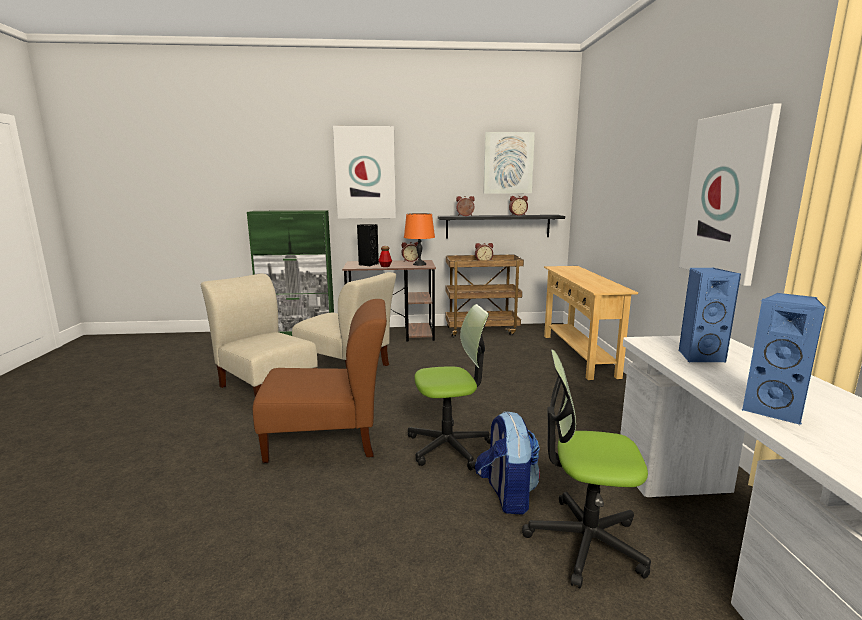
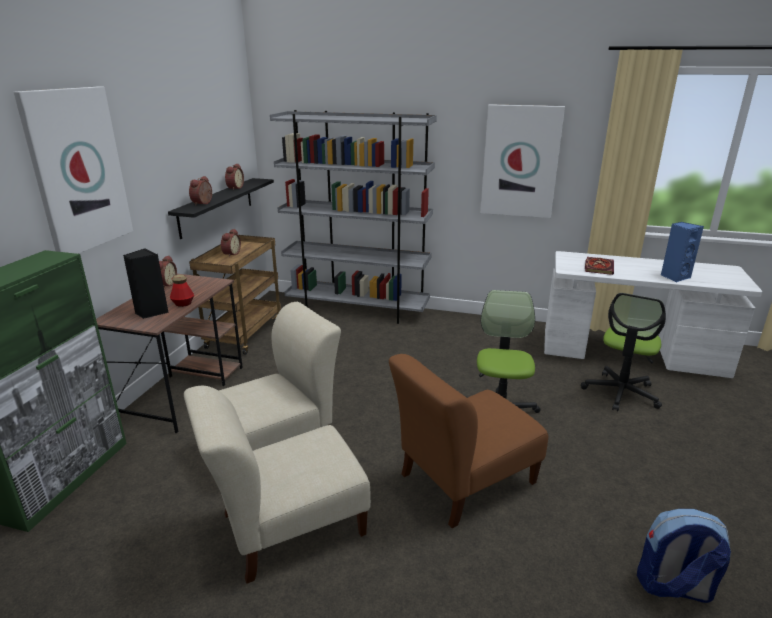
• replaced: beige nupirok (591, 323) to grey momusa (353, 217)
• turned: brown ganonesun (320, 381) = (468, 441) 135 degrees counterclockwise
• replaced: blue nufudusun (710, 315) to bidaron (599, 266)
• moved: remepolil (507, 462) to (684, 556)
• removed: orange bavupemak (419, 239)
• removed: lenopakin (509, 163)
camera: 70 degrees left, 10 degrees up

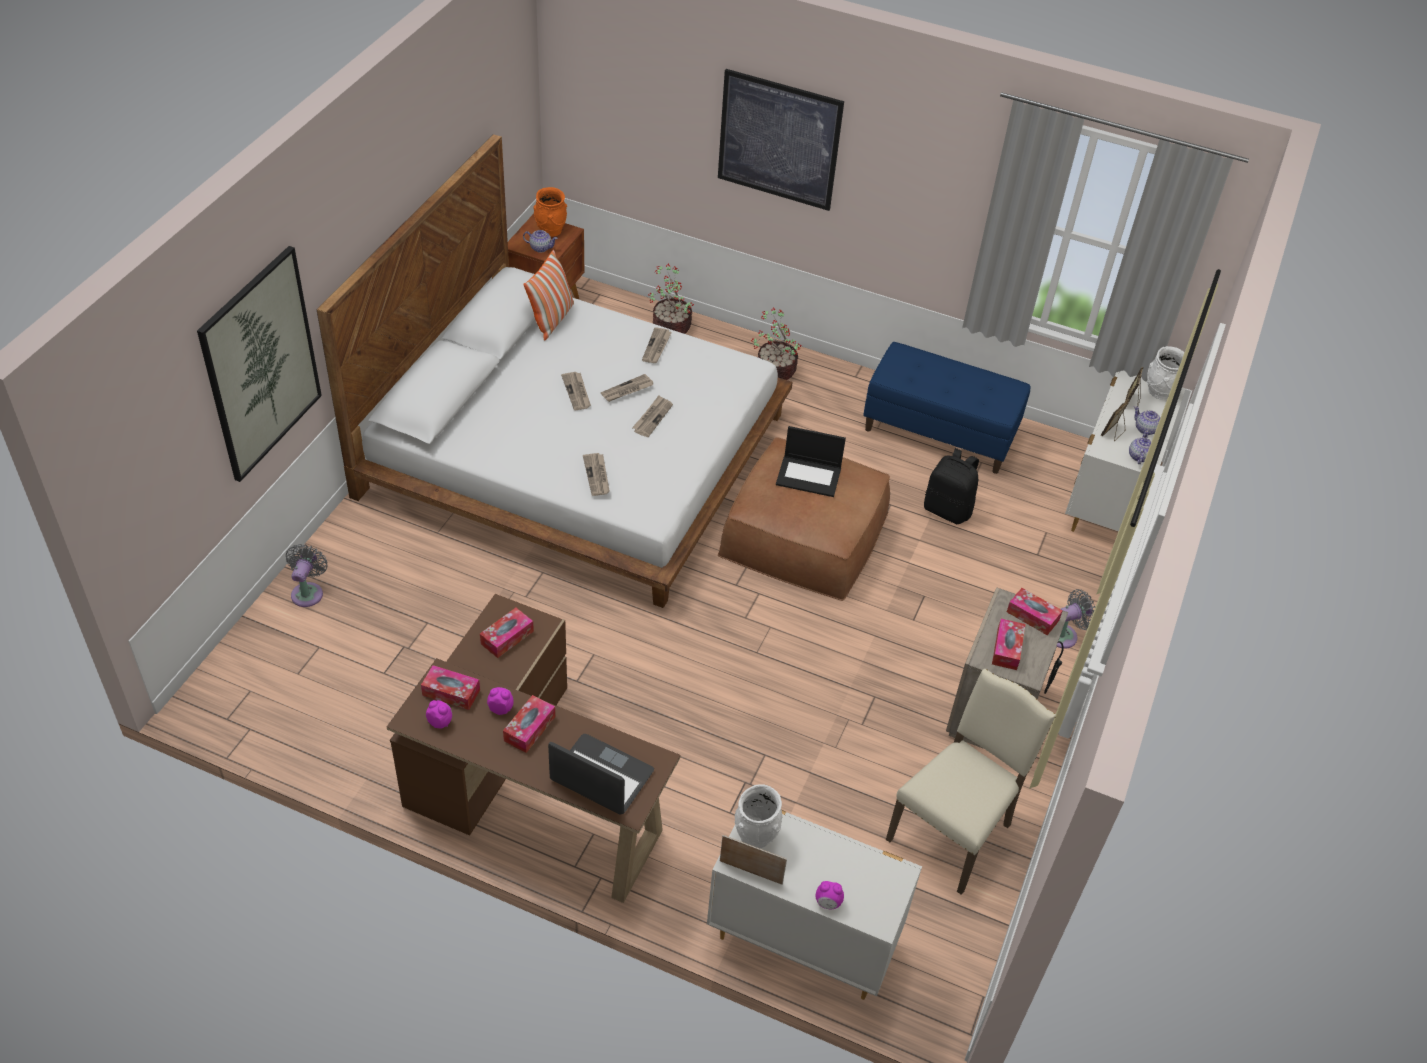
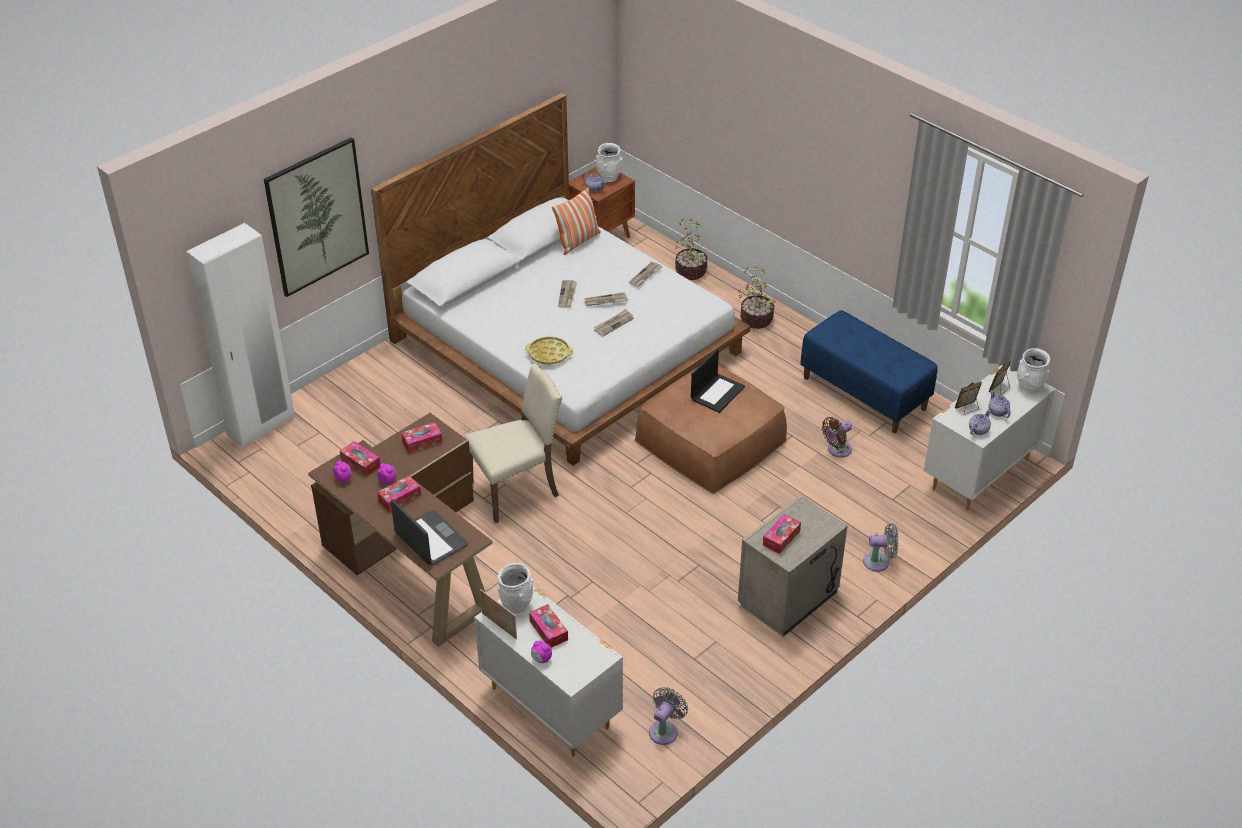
• added: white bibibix (240, 335)
• moved: beige ganonesun (971, 782) to (513, 443)
• replaced: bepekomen (596, 474) to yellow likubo (549, 350)
• moved: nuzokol (1035, 611) to (548, 626)
• recoloured: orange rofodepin (550, 212) to white rofodepin (609, 162)
• moved: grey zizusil (306, 575) to (668, 716)
• turned: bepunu (811, 461) = (718, 381) 90 degrees counterclockwise
• replaced: black remepolil (951, 486) to brown zizusil (837, 437)
• removed: lenopakin (781, 140)
camera: 25 degrees right, 5 degrees down

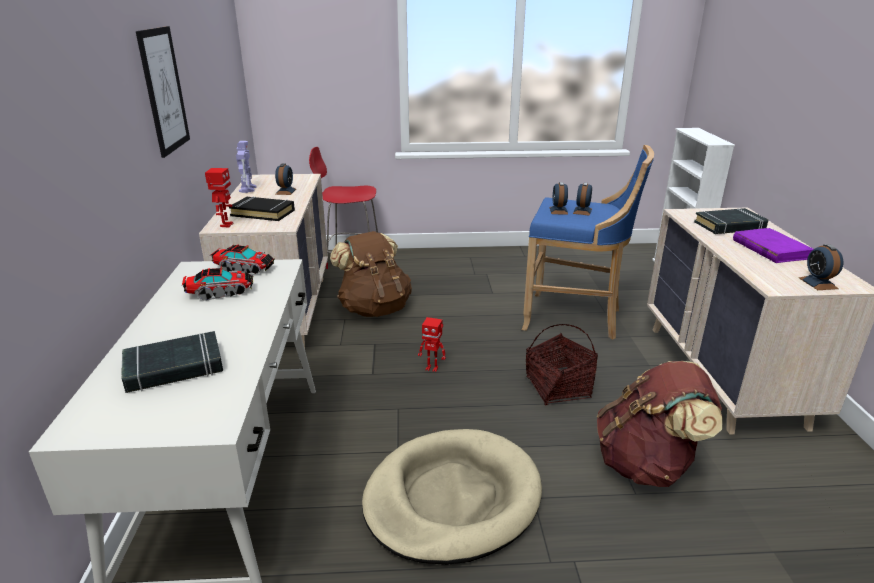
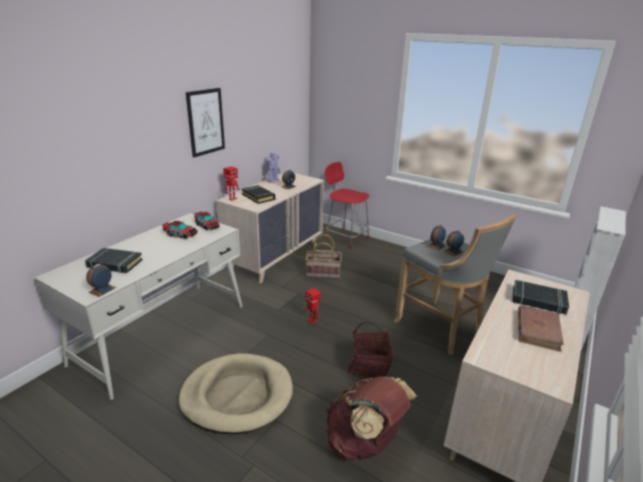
• moved: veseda (821, 267) to (101, 280)
• replaced: brown remepolil (371, 274) to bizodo (323, 256)
• recoloured: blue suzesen (588, 242) to grey suzesen (455, 284)
• recoloured: purple bidaron (773, 245) to brown bidaron (541, 329)
camera: 35 degrees right, 0 degrees up

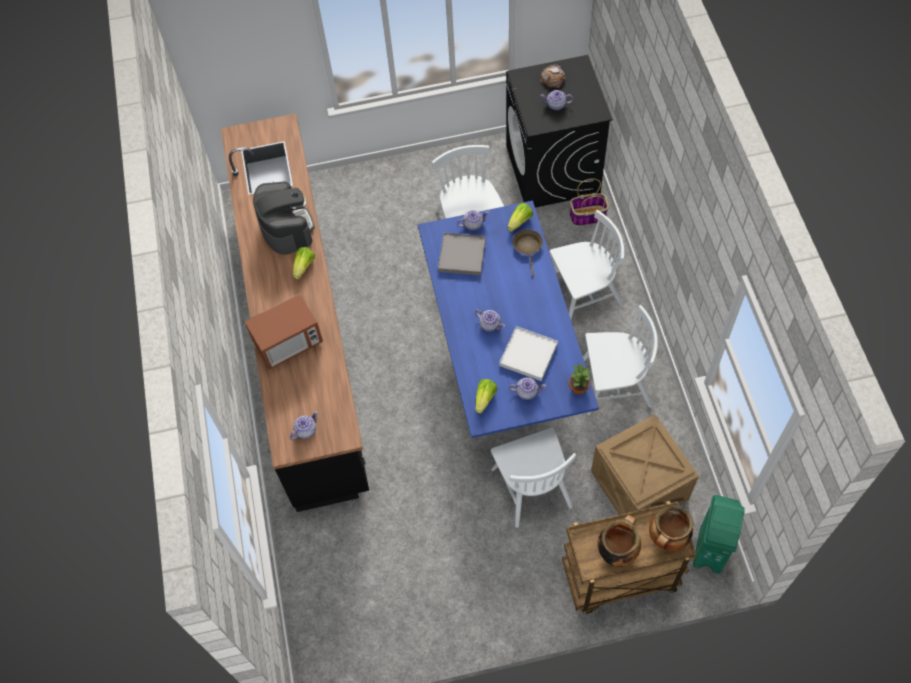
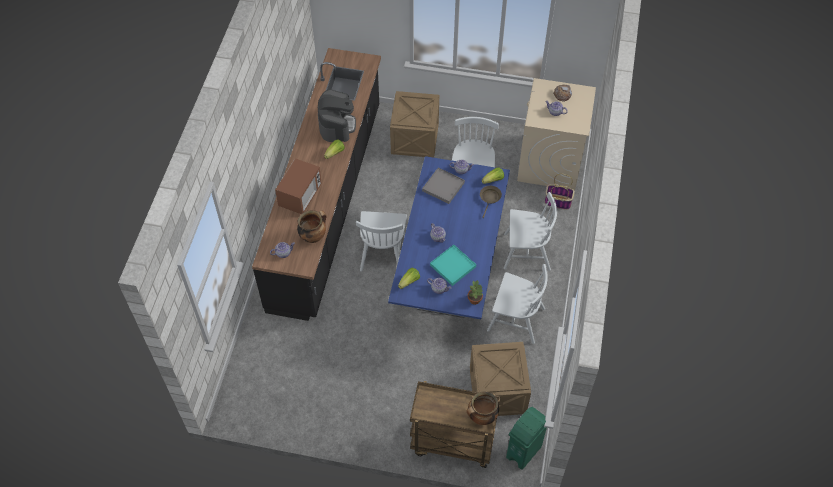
• turned: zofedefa (283, 331) = (298, 186) 60 degrees counterclockwise
• moved: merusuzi (619, 540) to (312, 226)
• moved: white ganonesun (533, 477) to (381, 241)
• added: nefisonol (414, 124)
• recoloured: white likubo (528, 353) to turquoise likubo (453, 265)
• recoloured: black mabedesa (559, 131) to beige mabedesa (556, 134)
camera: 20 degrees right, 5 degrees down

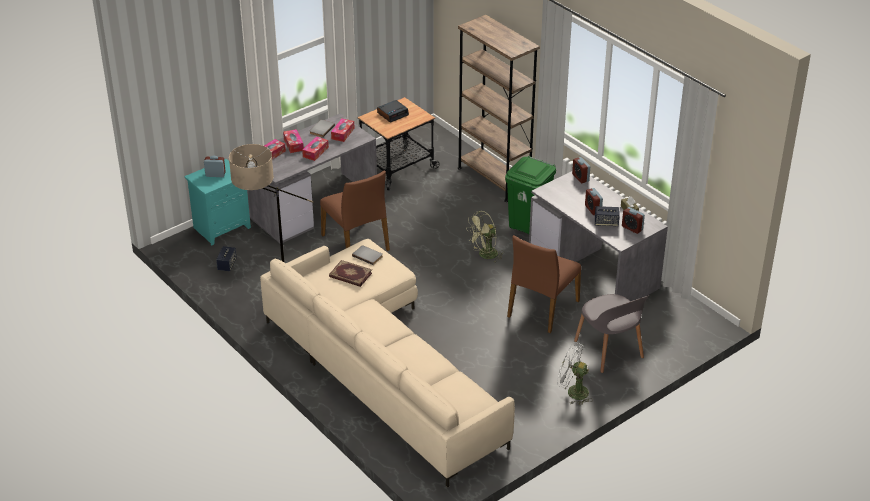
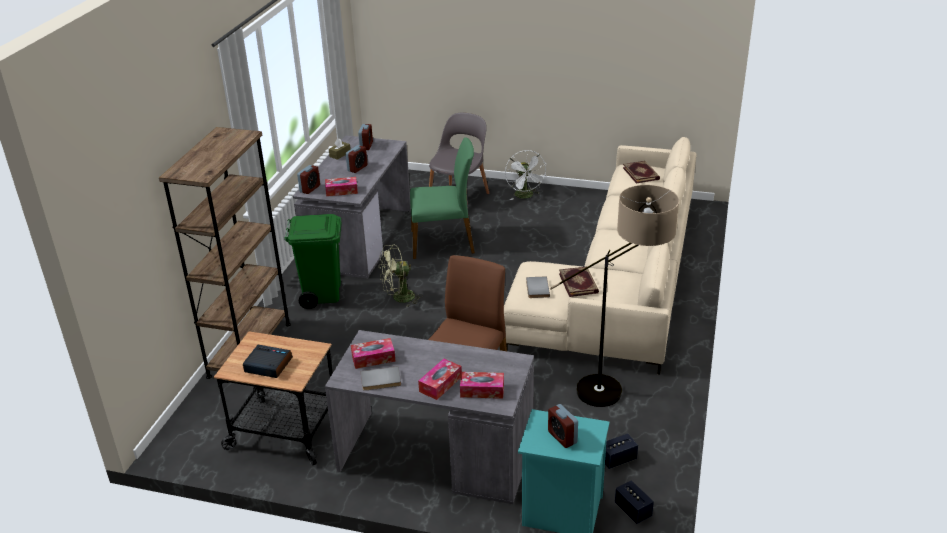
• moved: nuzokol (315, 148) to (341, 186)
• turned: green zizusil (484, 237) = (401, 276) 135 degrees clockwise
• recoloured: brown ganonesun (544, 284) to green ganonesun (442, 198)
• moved: nufudusun (607, 216) to (634, 502)
• added: bidaron (641, 172)
camera: 125 degrees left, 5 degrees down

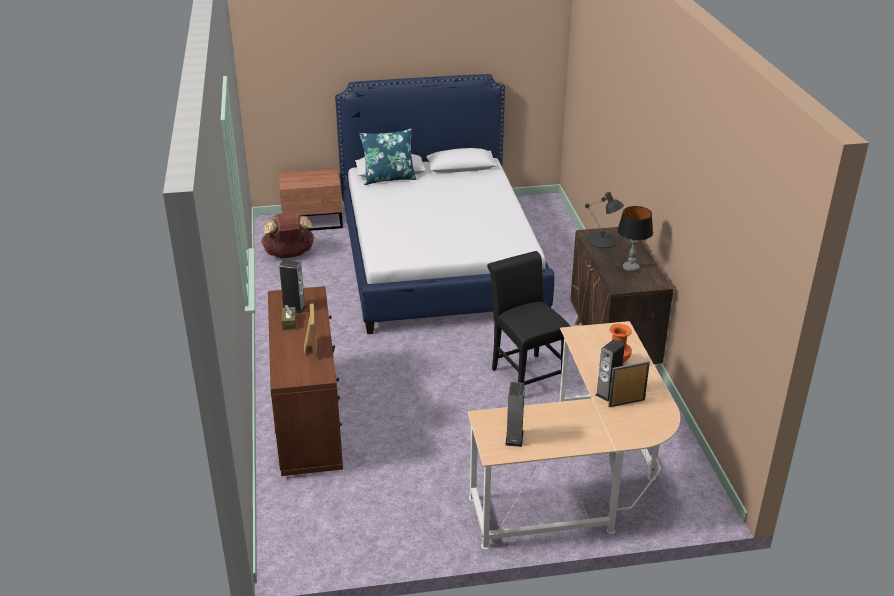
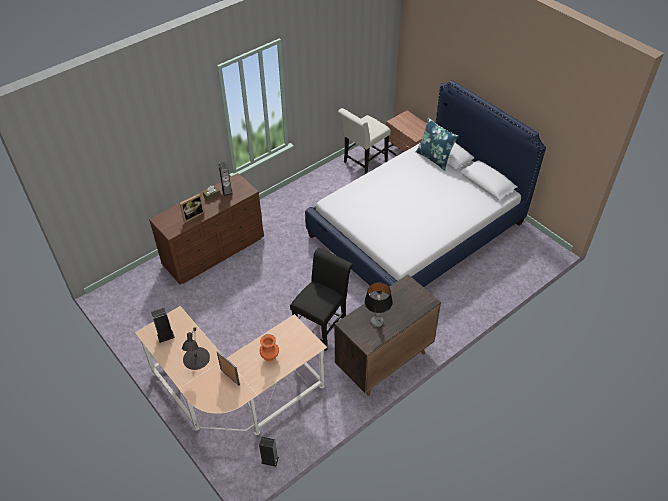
• moved: black bavupemak (604, 220) to (196, 348)
• moved: nufudusun (610, 370) to (269, 452)
• replaced: brown remepolil (287, 235) to white ganonesun (364, 141)
camera: 60 degrees right, 15 degrees up

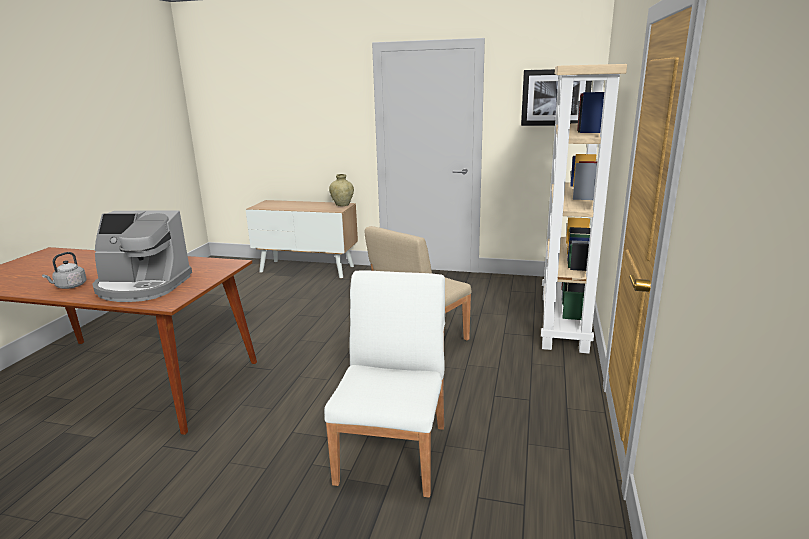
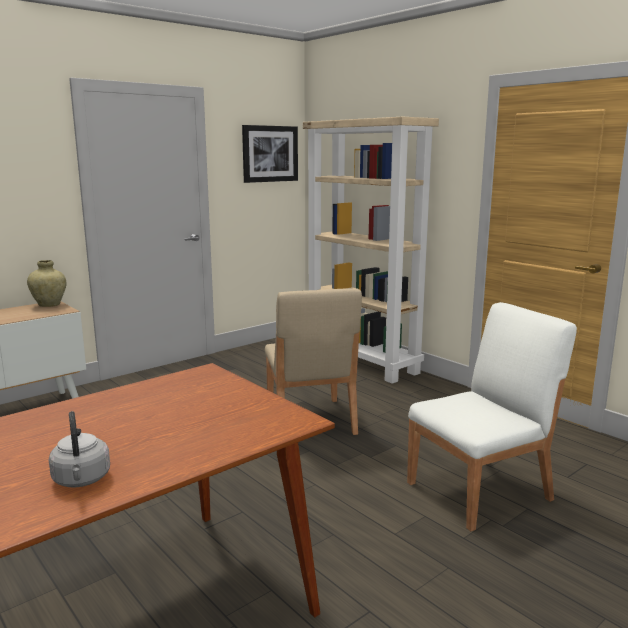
• turned: white ganonesun (384, 384) = (492, 416) 105 degrees clockwise
• removed: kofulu (142, 256)
camera: 55 degrees left, 5 degrees down

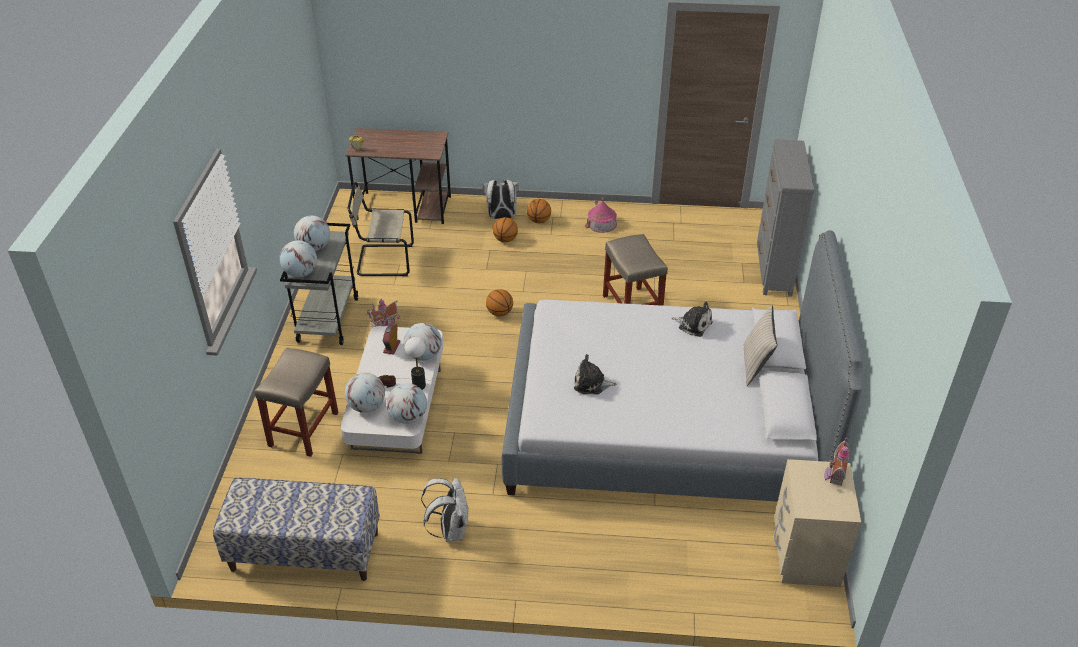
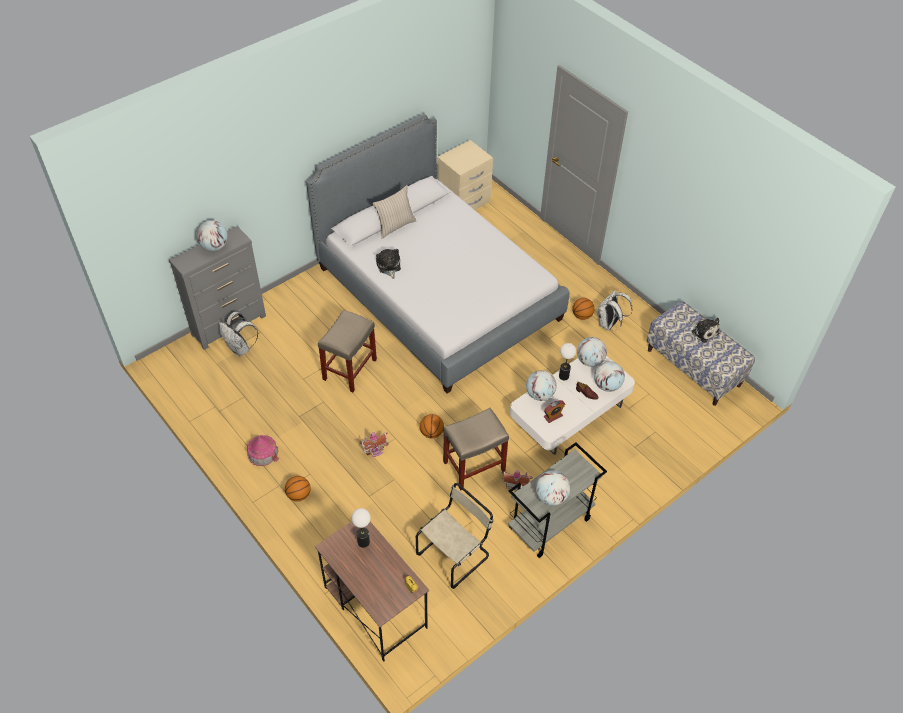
• moved: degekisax (298, 258) to (212, 235)
• moved: white remepolil (501, 199) to (238, 334)
• added: bavupemak (360, 528)
• moved: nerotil (836, 461) to (374, 444)
• turned: beige ganonesun (381, 229) = (454, 536) 90 degrees counterclockwise
• moved: beige suzesen (296, 402) to (476, 449)
• moved: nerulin (505, 229) to (583, 309)
• moved: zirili (595, 374) to (705, 330)
camera: 135 degrees left, 10 degrees up

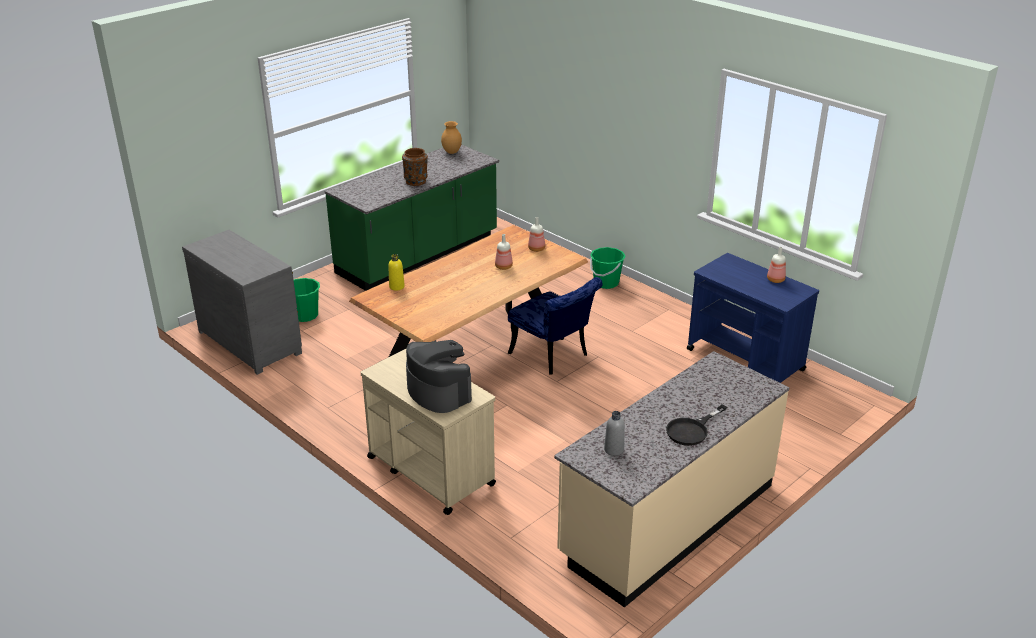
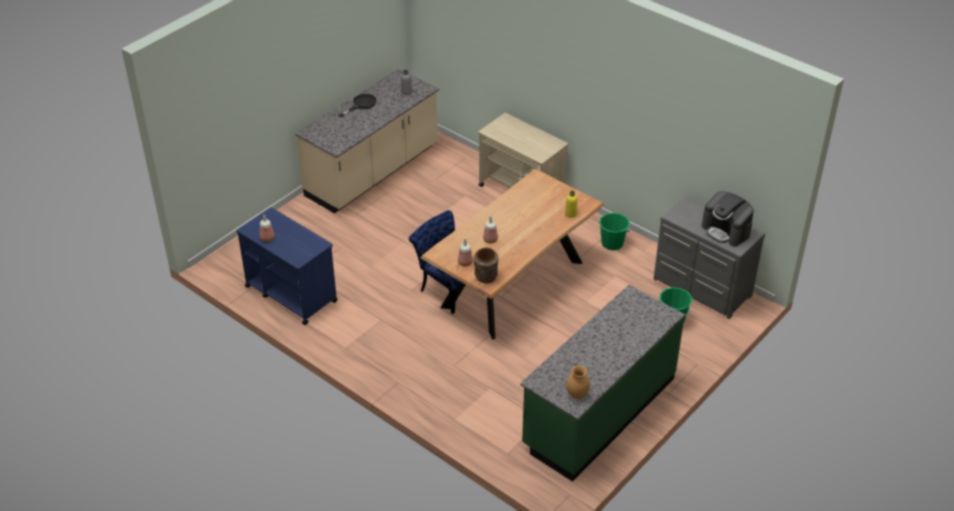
• moved: brown rofodepin (415, 167) to (486, 266)
• moved: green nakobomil (607, 268) to (614, 232)
• moved: kofulu (439, 376) to (728, 219)
camera: 175 degrees right, 10 degrees up

